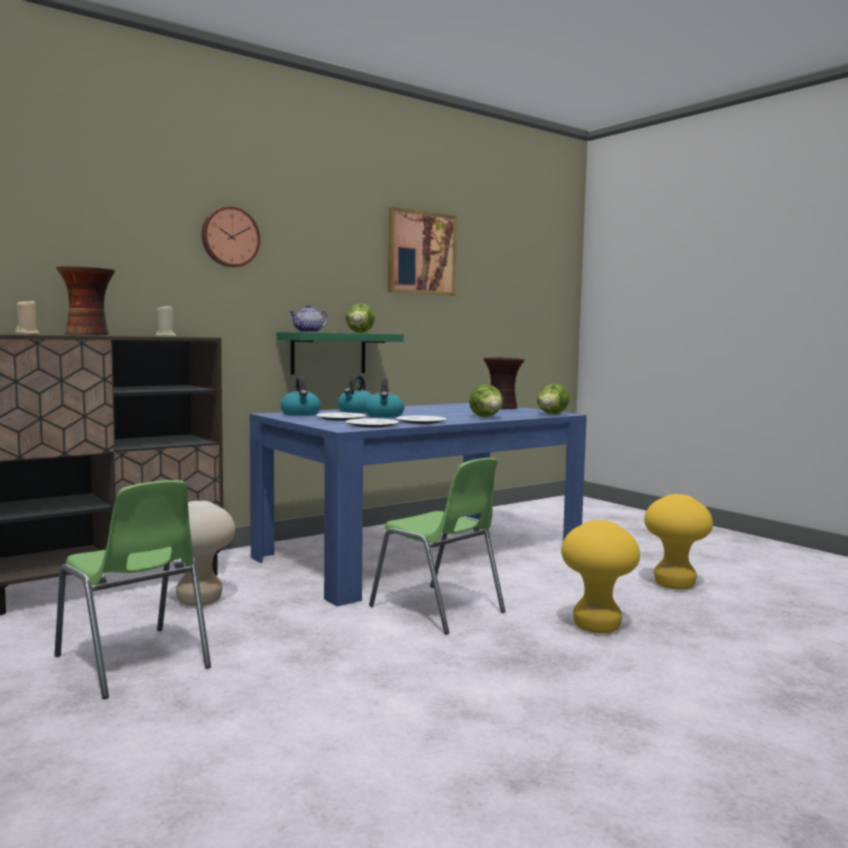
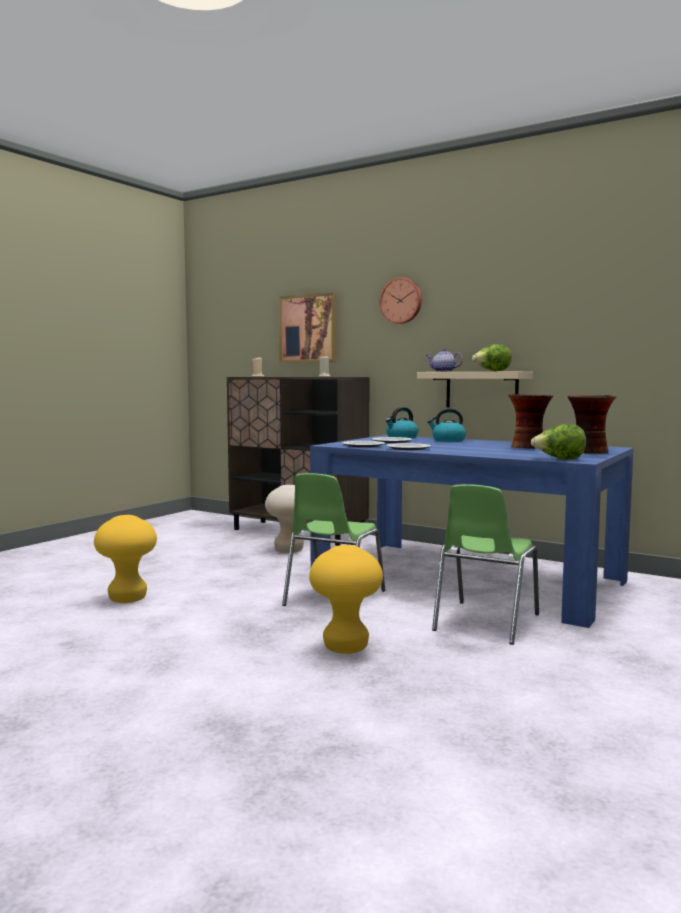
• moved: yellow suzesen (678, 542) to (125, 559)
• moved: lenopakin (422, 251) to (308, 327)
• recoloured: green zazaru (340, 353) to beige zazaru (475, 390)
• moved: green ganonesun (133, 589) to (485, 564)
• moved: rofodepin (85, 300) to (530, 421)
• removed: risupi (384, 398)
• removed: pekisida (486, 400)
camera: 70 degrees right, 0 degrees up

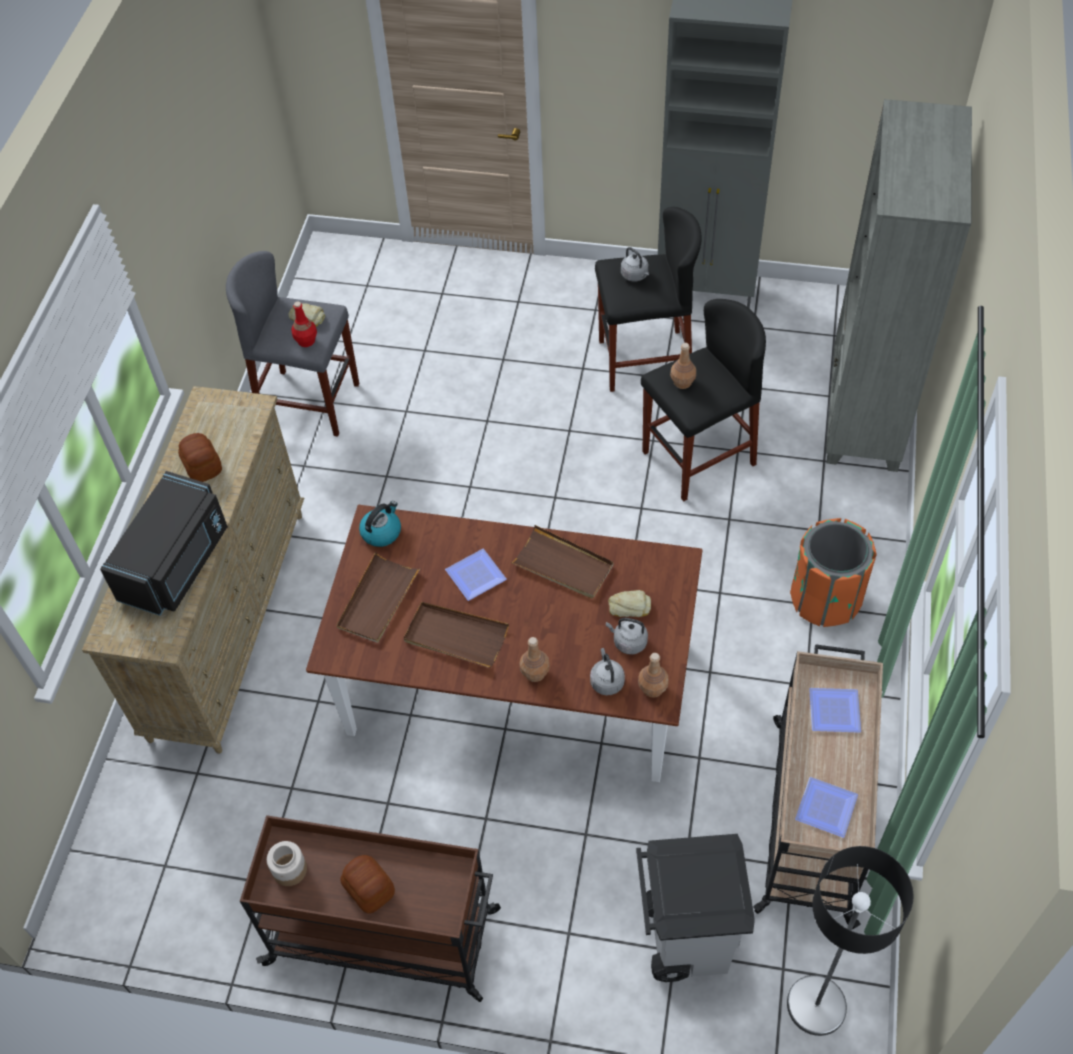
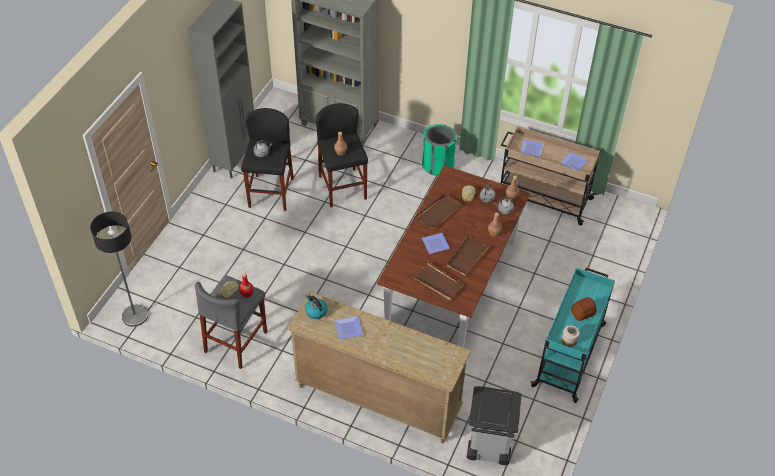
• moved: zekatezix (850, 941) to (119, 269)
• moved: risupi (380, 524) to (316, 307)
• replaced: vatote (200, 457) to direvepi (348, 328)
• recoloured: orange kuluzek (833, 572) to green kuluzek (439, 150)
• moved: grey kuluzek (695, 908) to (494, 425)
• recoloured: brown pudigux (370, 908) to turquoise pudigux (573, 335)
• removed: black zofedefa (164, 543)
camera: 80 degrees left, 5 degrees down

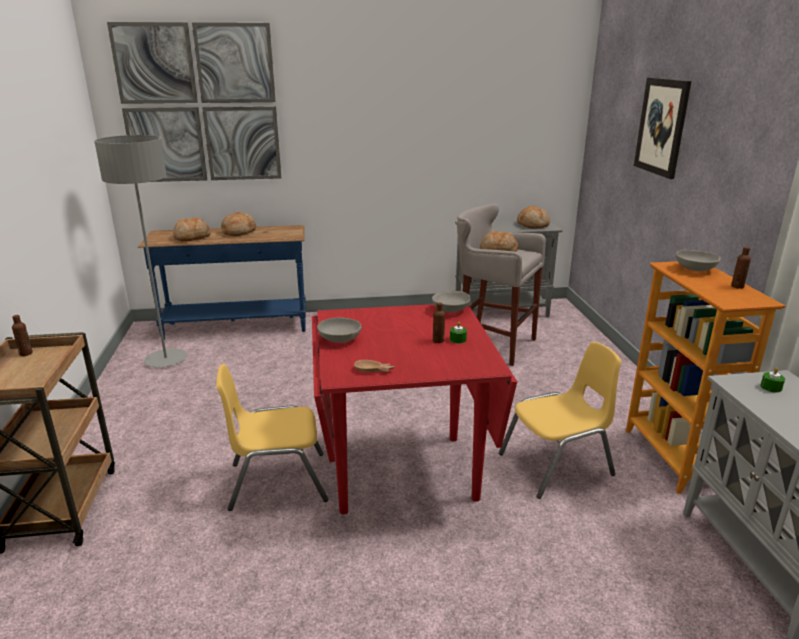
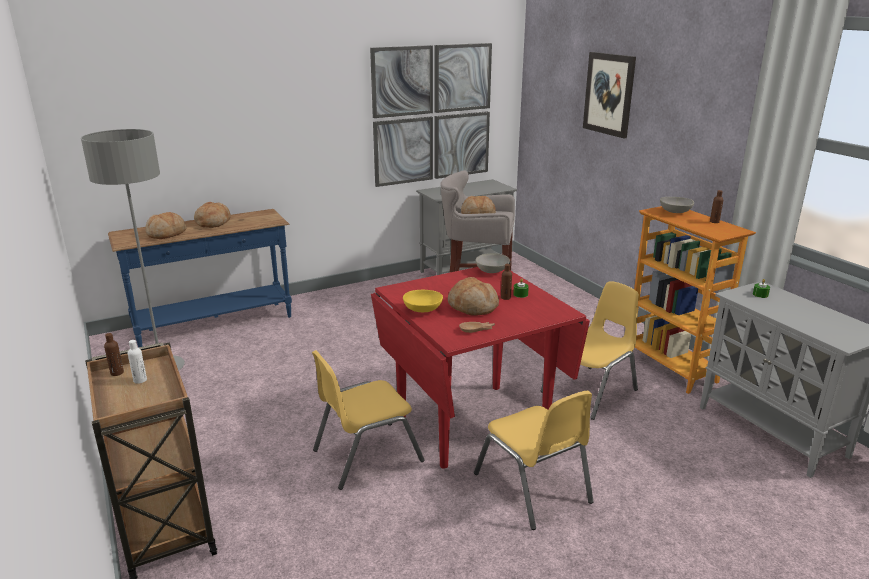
• added: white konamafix (137, 362)
• moved: lenopakin (194, 102) to (431, 115)
• recoloured: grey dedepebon (339, 330) to yellow dedepebon (423, 301)
• moved: vatote (533, 217) to (473, 296)
• added: yellow ganonesun (534, 460)
camera: 20 degrees left, 0 degrees up

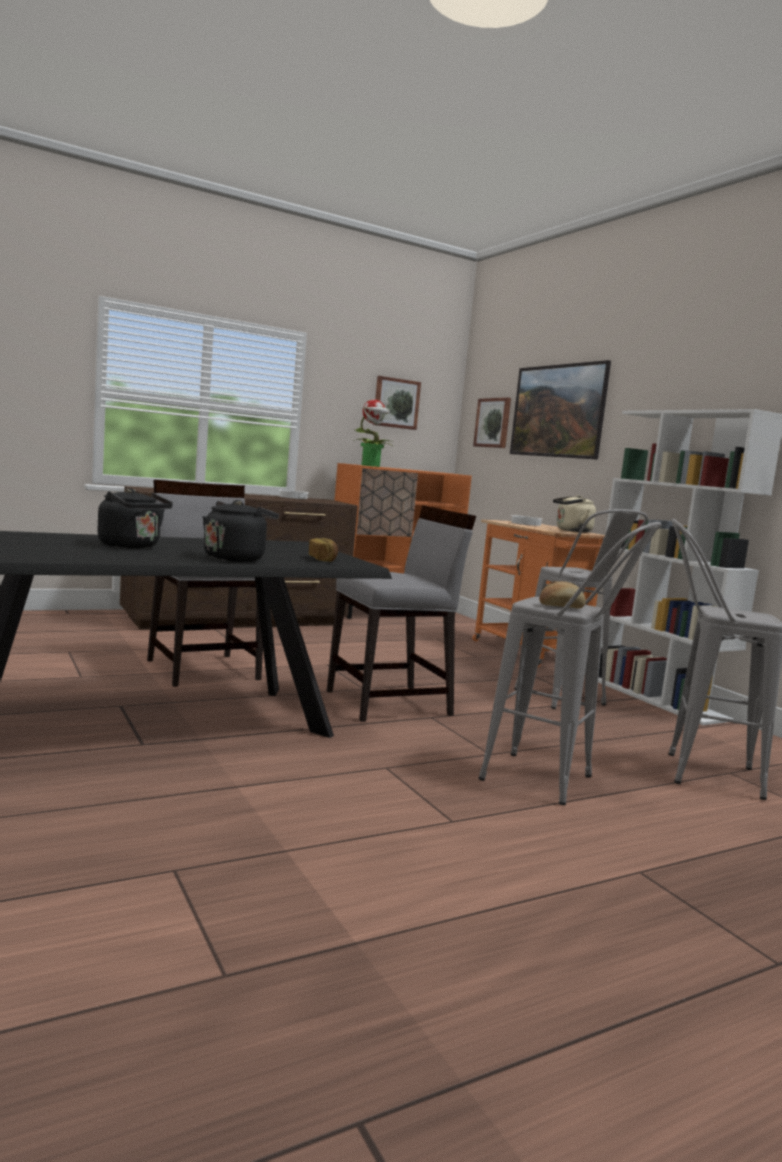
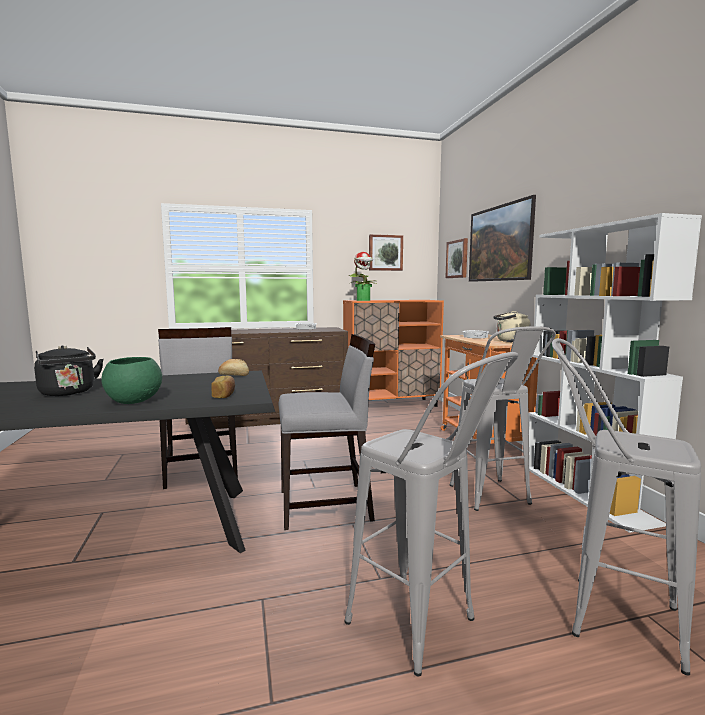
• replaced: black risupi (241, 531) to green dedepebon (131, 380)
• moved: vatote (562, 595) to (233, 367)
camera: 15 degrees right, 0 degrees up

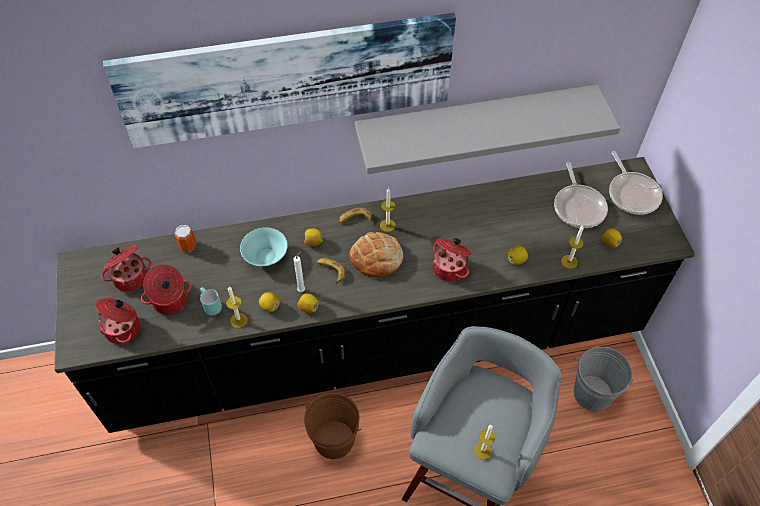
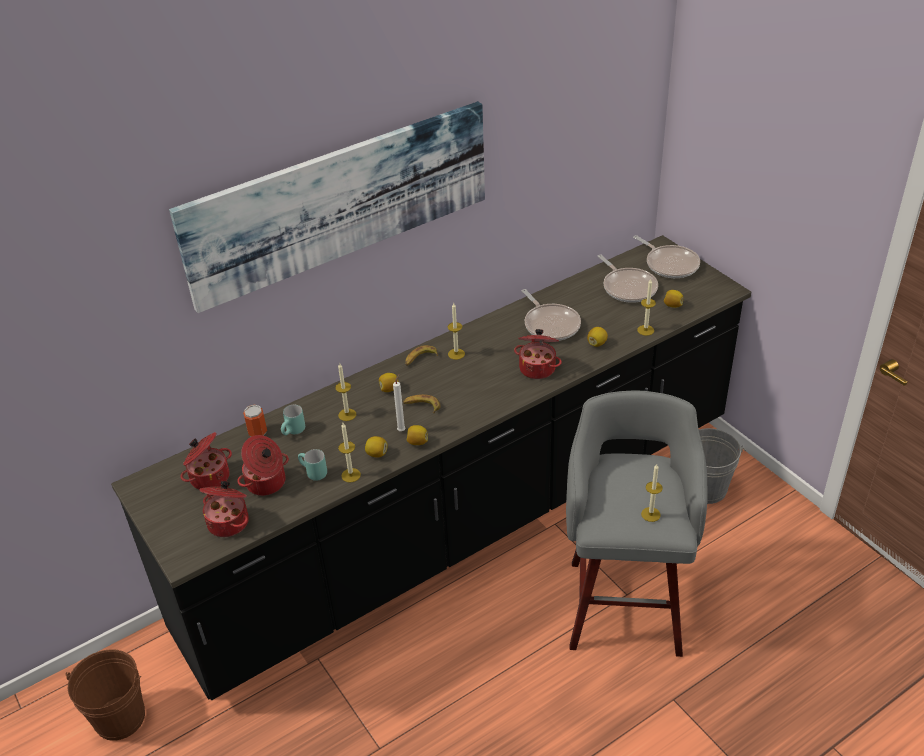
• moved: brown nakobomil (332, 426) to (105, 695)
• added: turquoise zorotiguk (293, 420)
• replaced: turquoise dedepebon (264, 246) to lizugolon (345, 392)
• added: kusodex (551, 315)
• removed: vatote (376, 255)
• removed: grey zazaru (487, 129)
camera: 20 degrees left, 15 degrees down

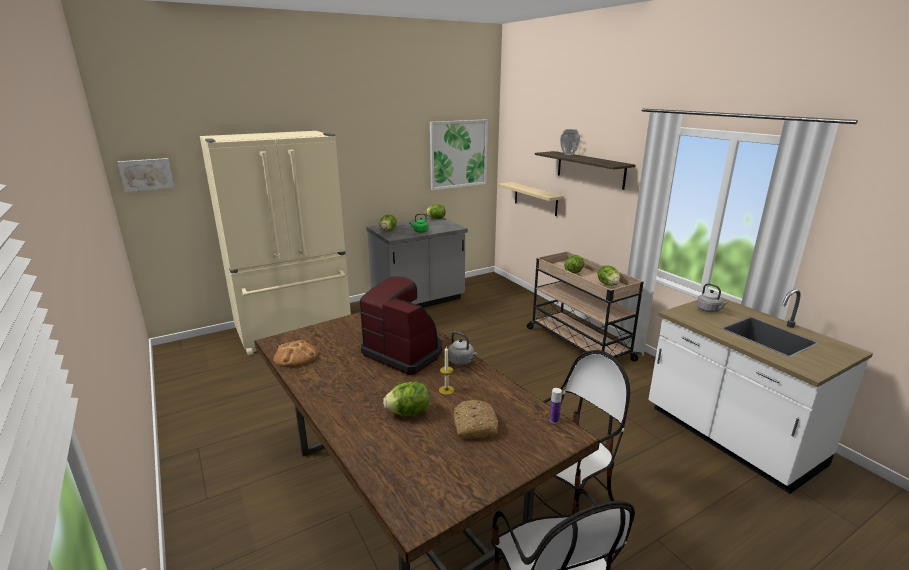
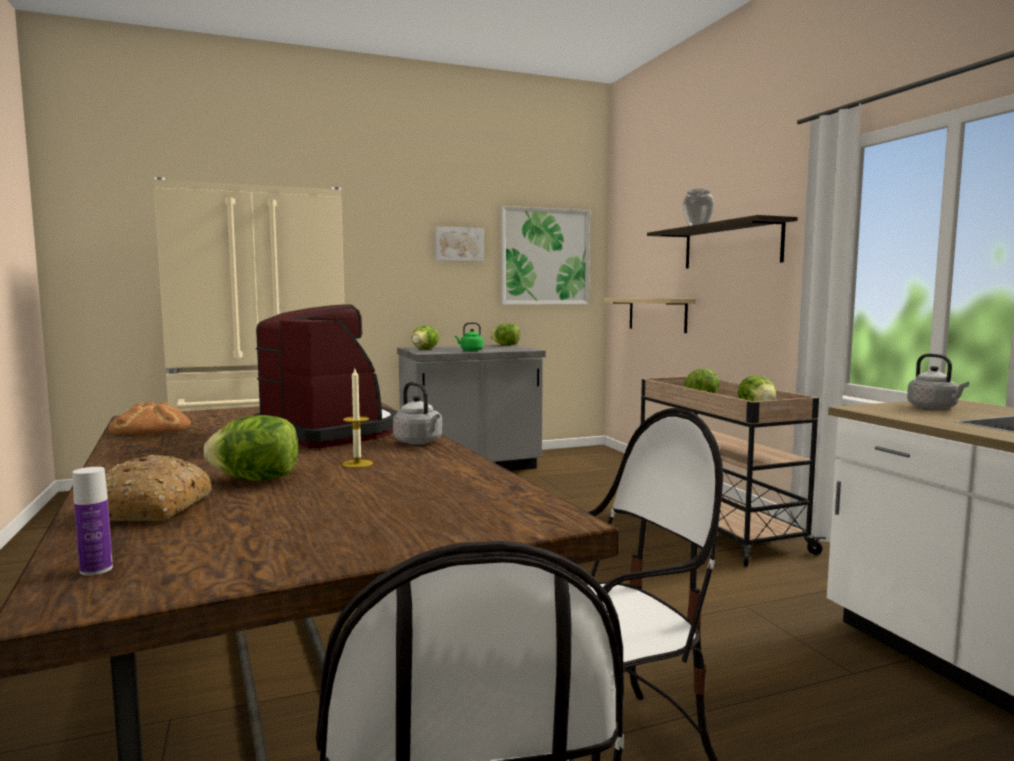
• moved: konamafix (555, 406) to (92, 521)
• moved: vatote (476, 419) to (158, 488)
• moved: lenopakin (146, 175) to (459, 244)
camera: 10 degrees right, 15 degrees down

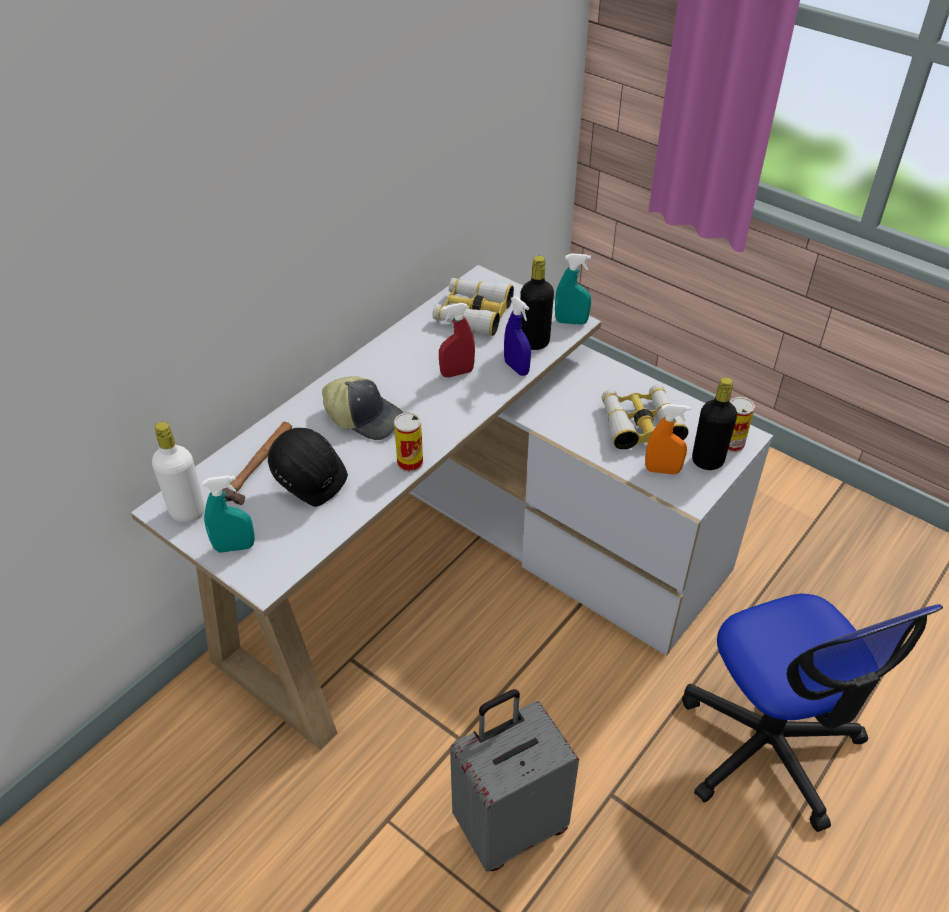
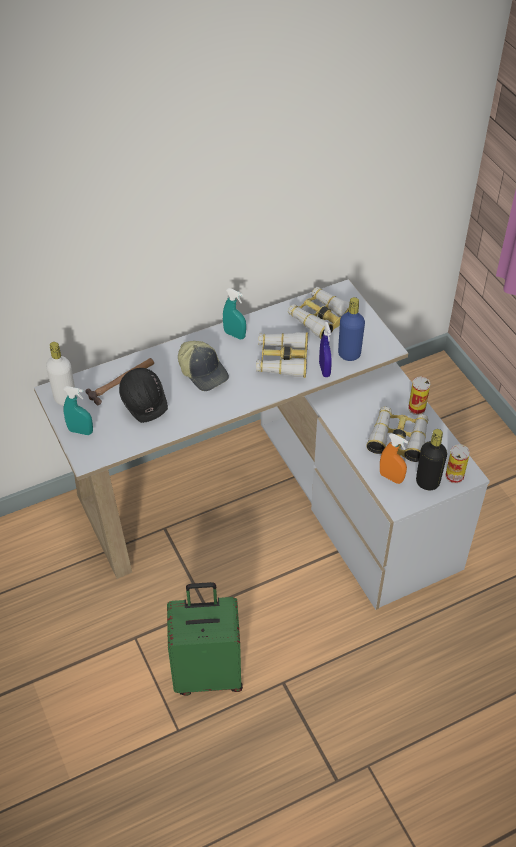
• recoloured: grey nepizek (514, 780) to green nepizek (205, 639)
• moved: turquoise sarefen (573, 289) to (234, 314)
• replaced: red sarefen (457, 340) to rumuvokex (282, 355)
• recoloured: black konamafix (537, 303) to blue konamafix (351, 329)
• moved: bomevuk (408, 442) to (419, 396)
• removed: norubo (812, 713)
camera: 25 degrees right, 5 degrees up

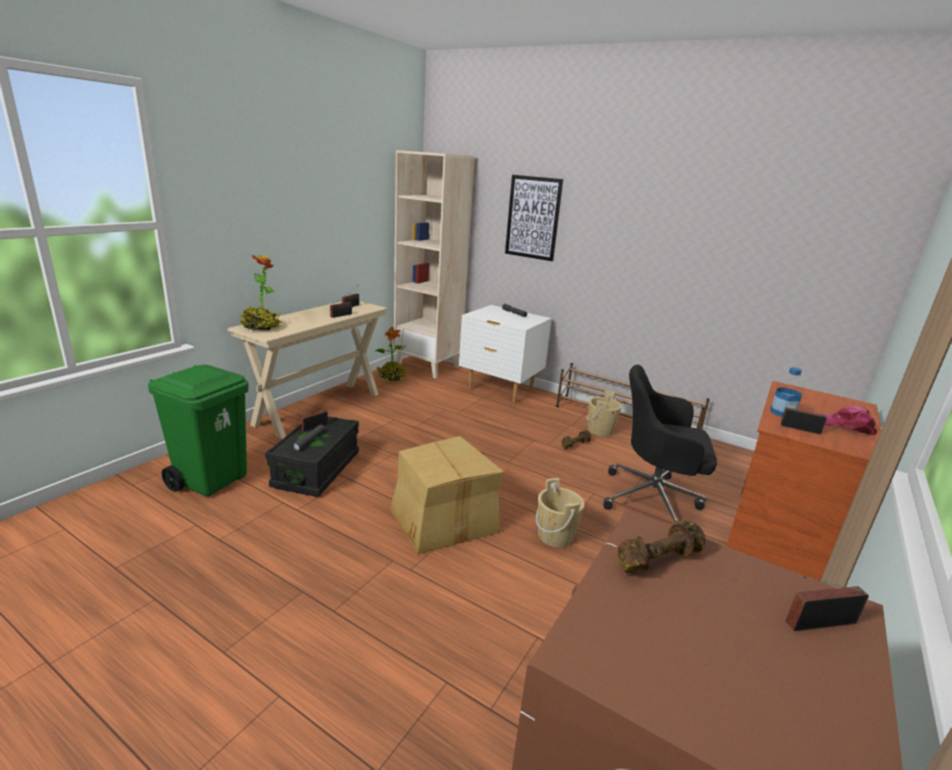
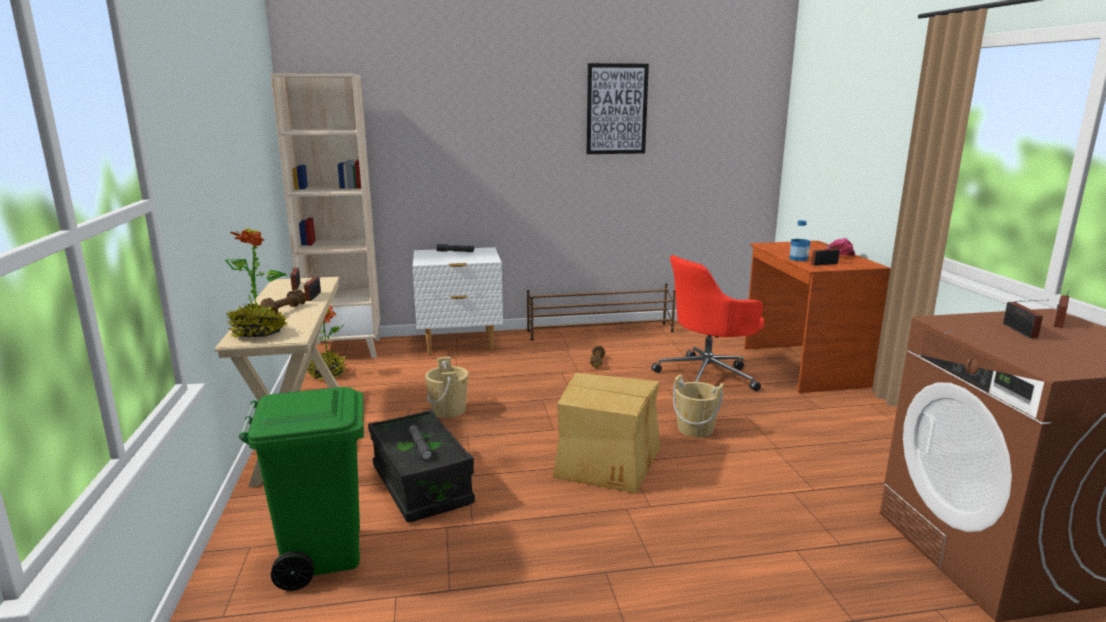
• moved: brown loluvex (661, 546) to (283, 301)
• moved: beige nakobomil (604, 413) to (446, 387)
• moved: lenopakin (534, 218) to (617, 108)
• recoloured: black norubo (660, 443) to red norubo (707, 323)
• moved: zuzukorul (314, 421) to (1026, 318)
camera: 40 degrees left, 5 degrees down

